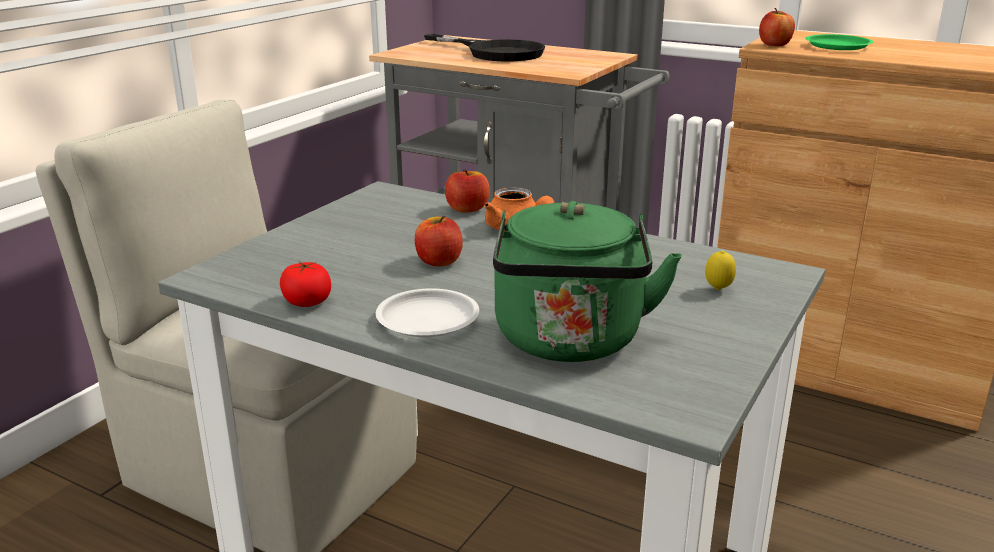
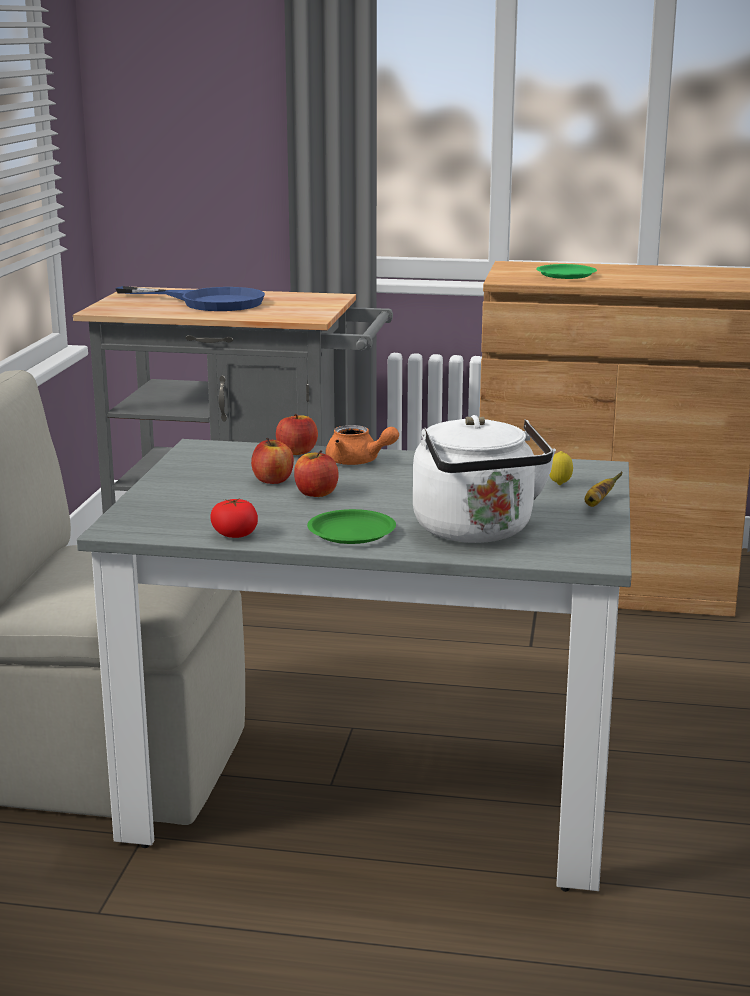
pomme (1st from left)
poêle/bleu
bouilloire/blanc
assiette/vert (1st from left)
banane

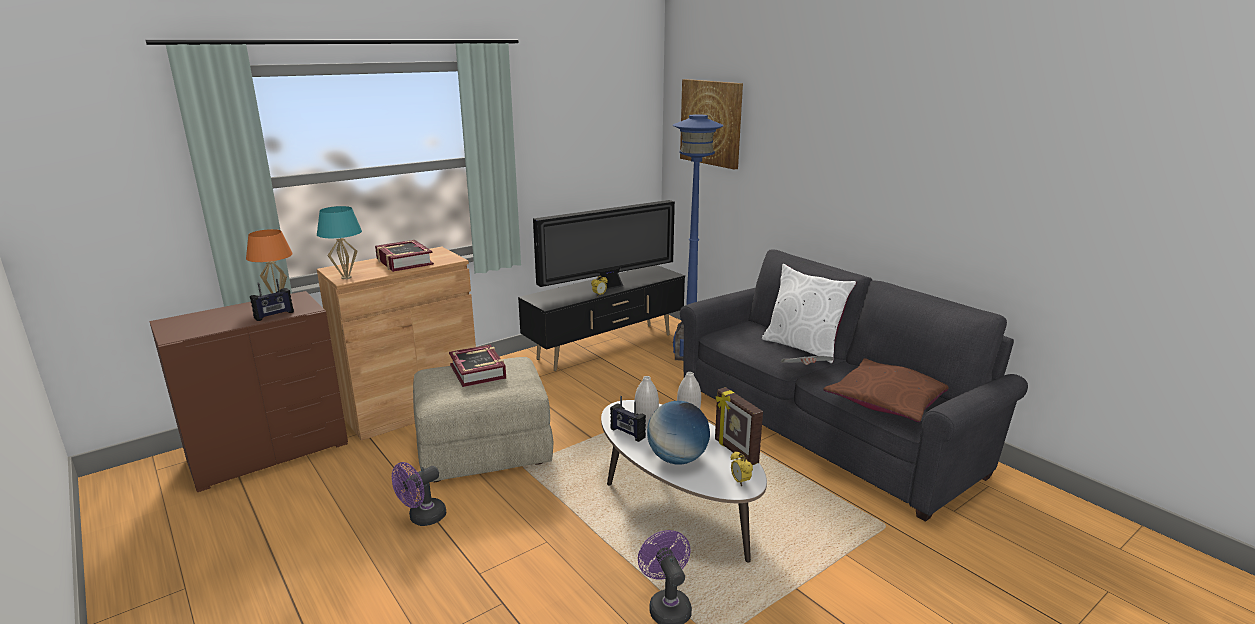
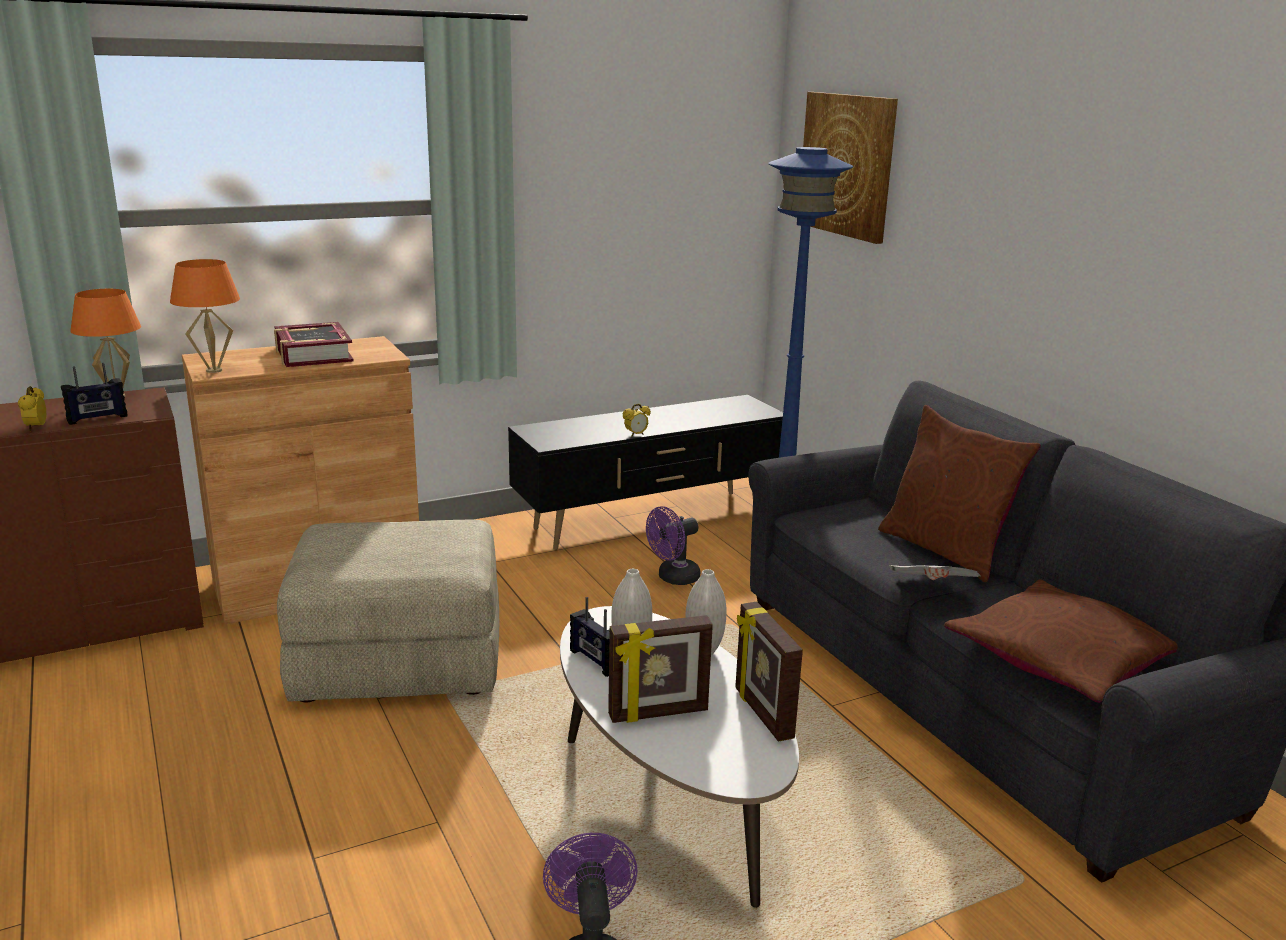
téléviseur
lampe de table/orange (2nd from left)
coussin/marron (1st from left)
livre (2nd from left in the first image)
cadre photo (1st from left)
réveil (1st from left)
ventilateur/violet (2nd from left)

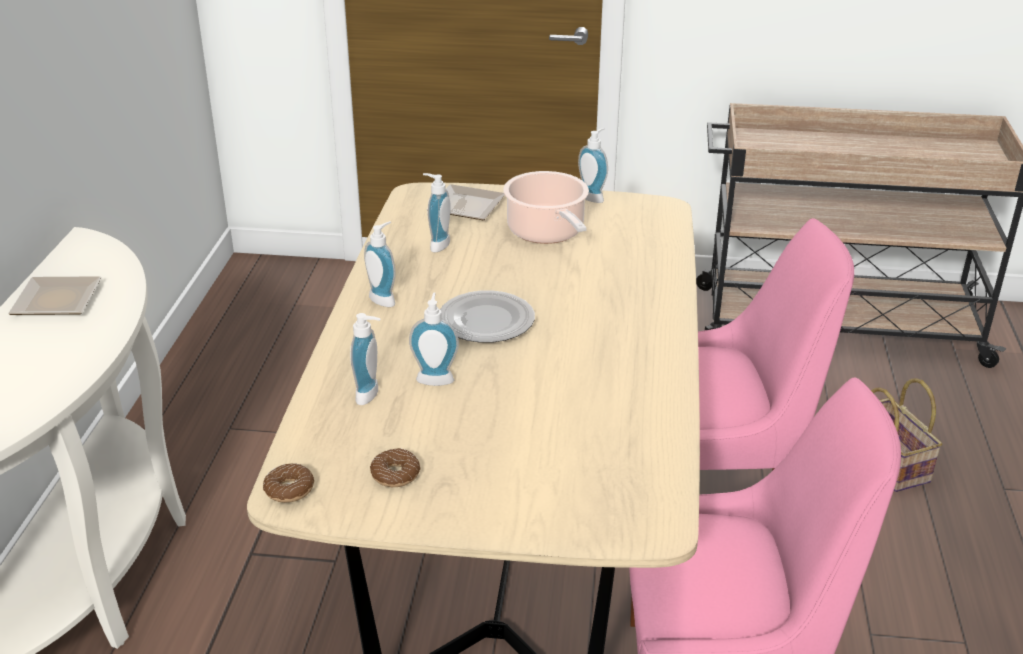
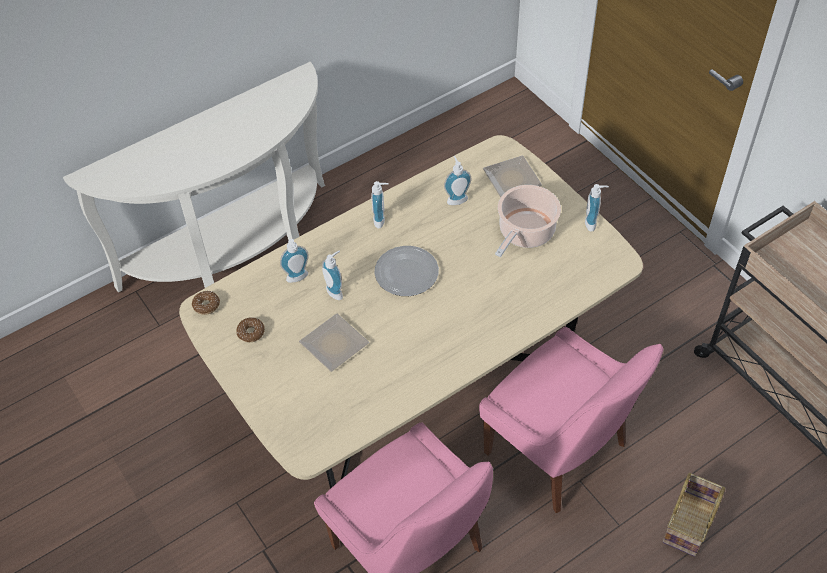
assiette (1st from left)

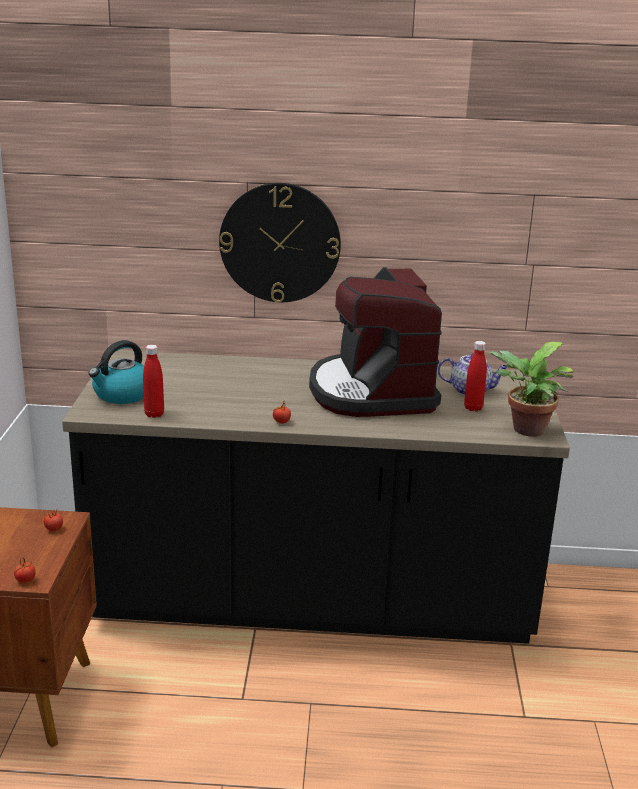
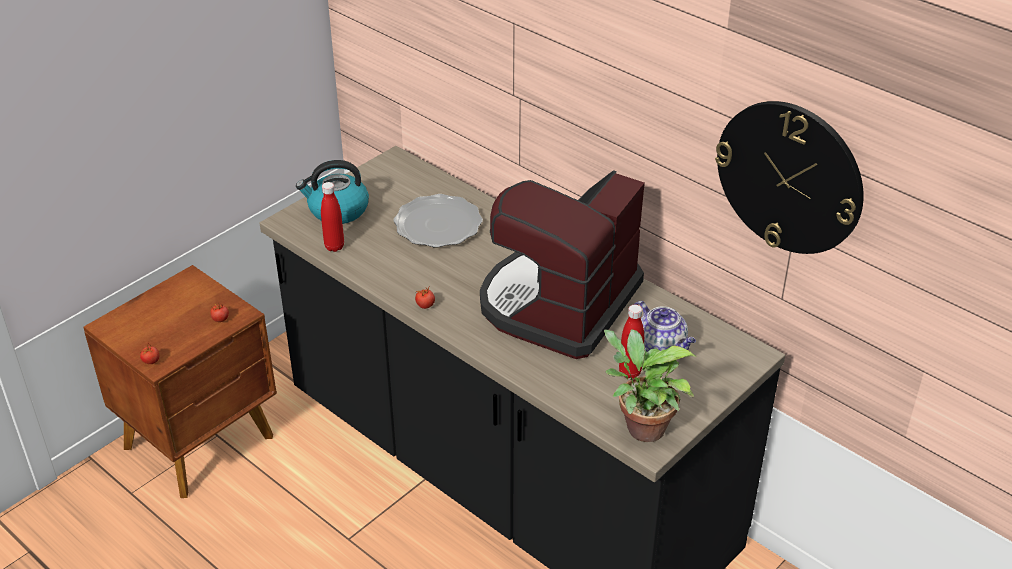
horloge murale
assiette

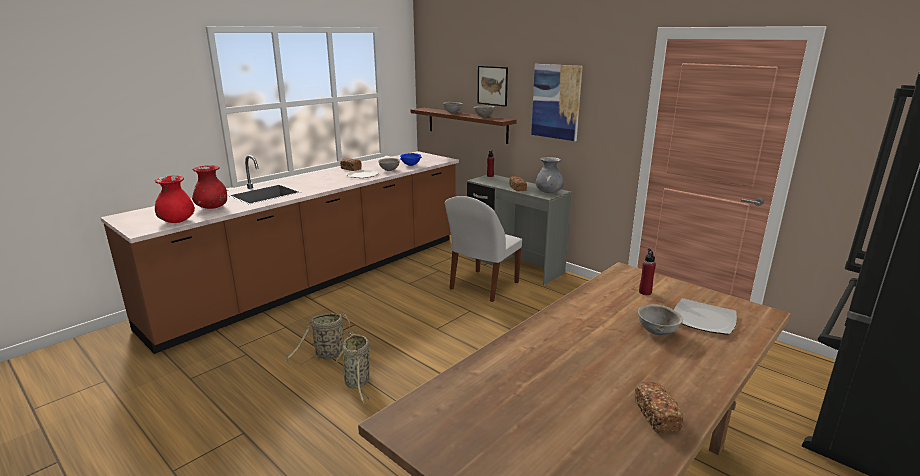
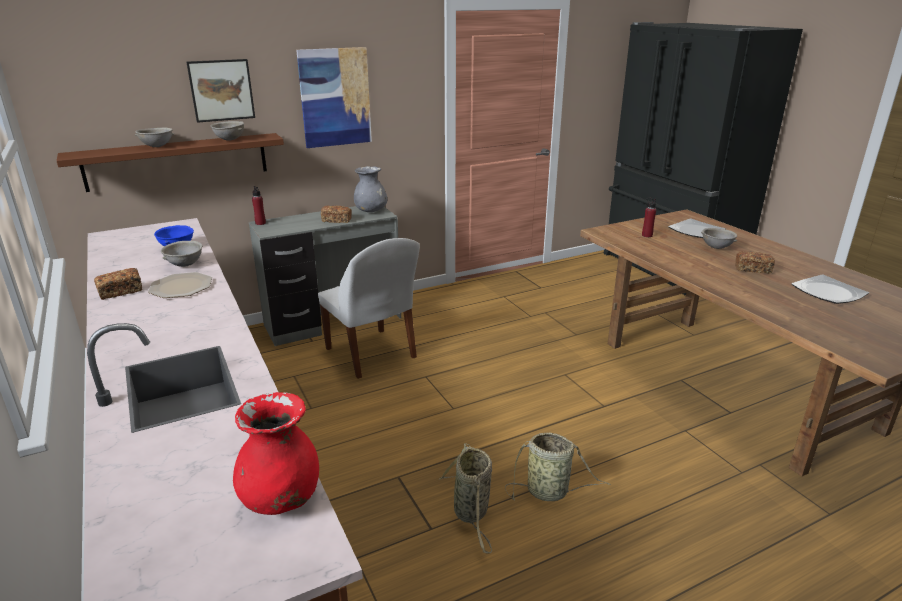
vase/rouge (2nd from left in the first image)
pain (3rd from left)
assiette (3rd from left)

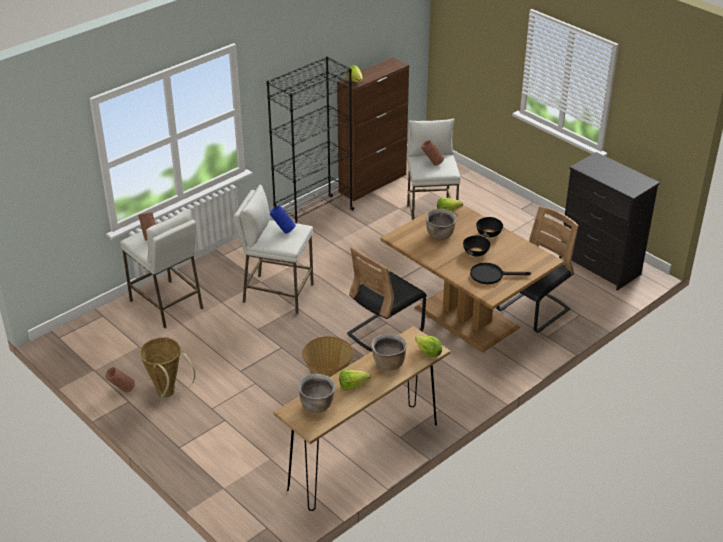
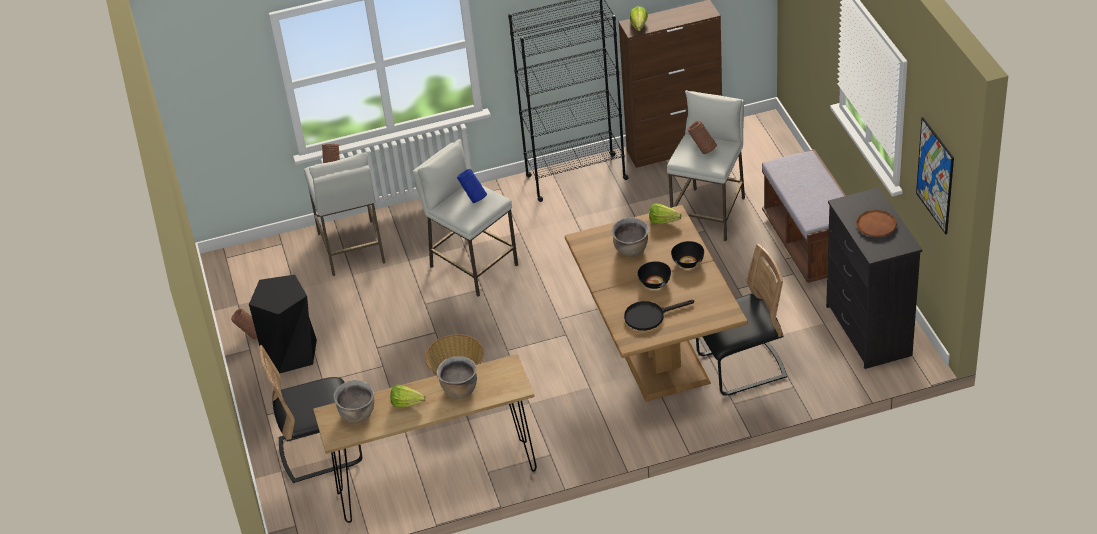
chaise/noir (1st from left)
poêle/noir
laitue (3rd from left in the first image)
tabouret/noir
tableau
banc/marron
assiette/marron

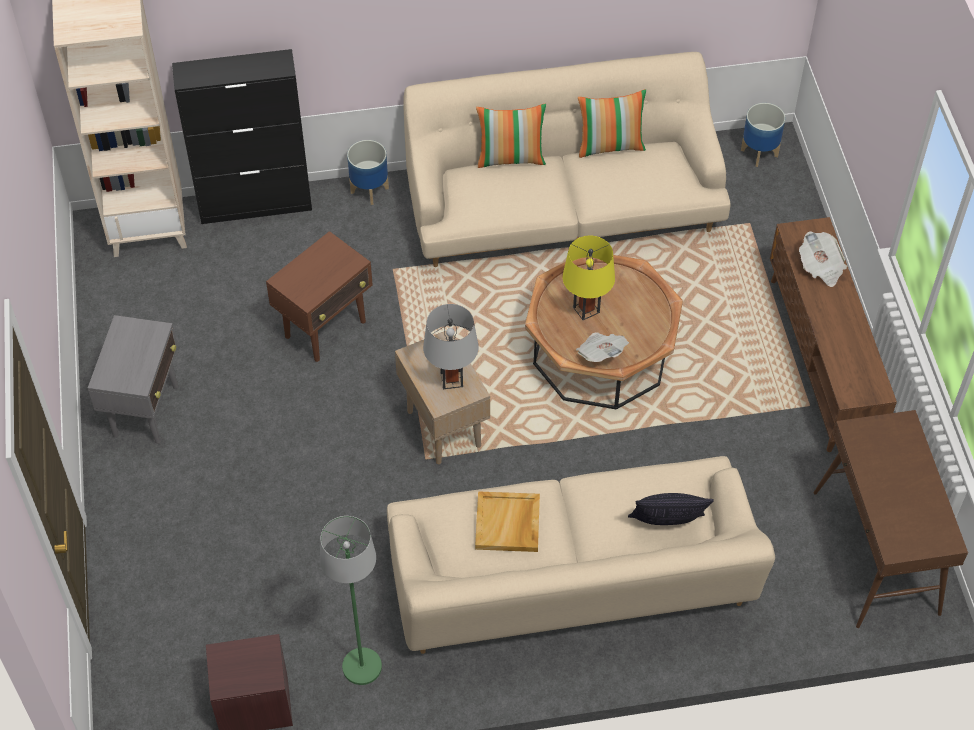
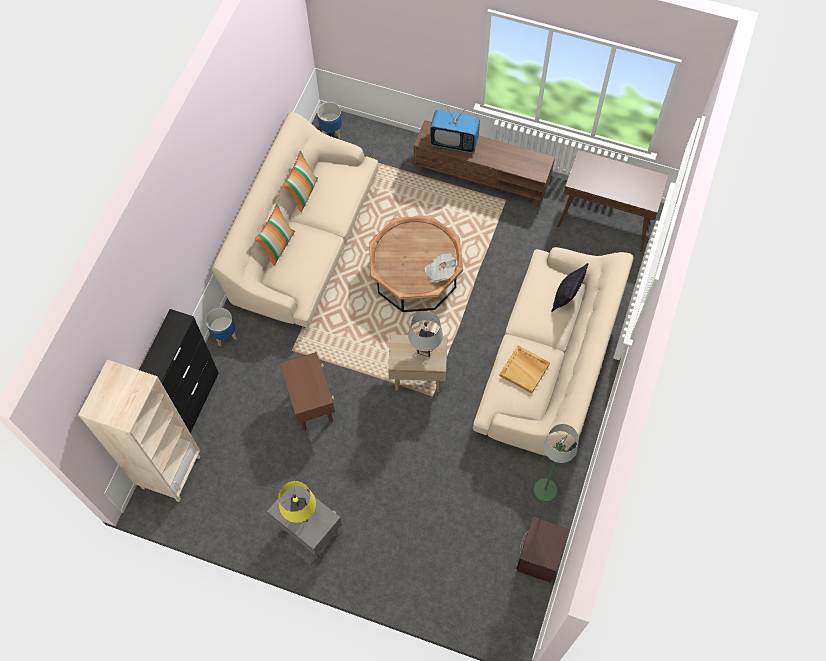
téléviseur
lampe de table/jaune

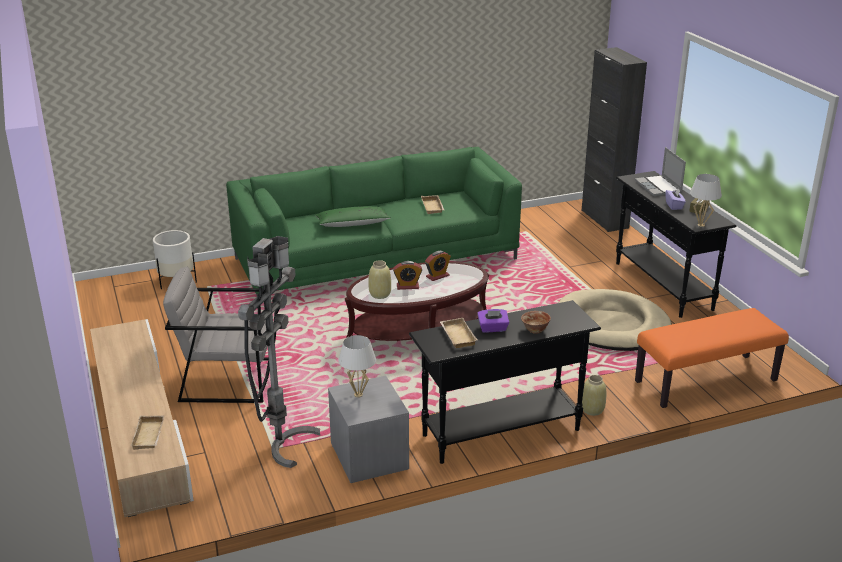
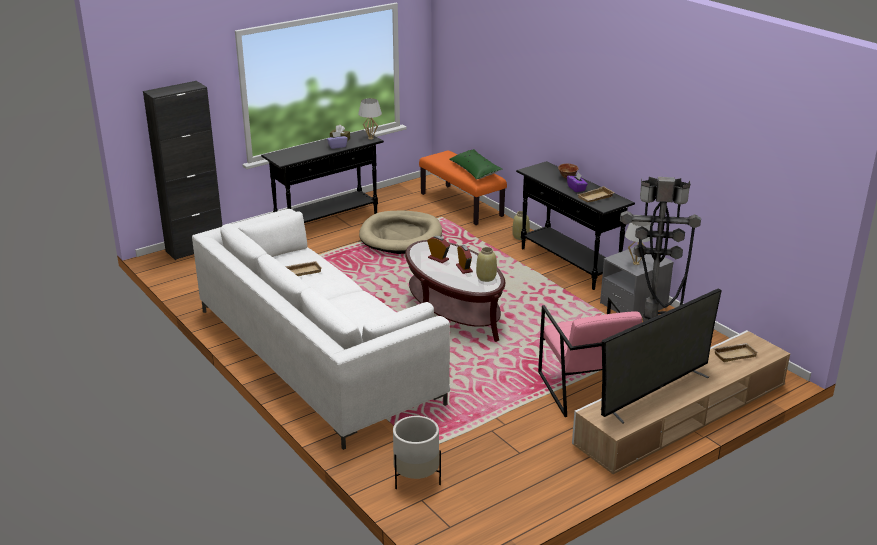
canapé/blanc
ordinateur portable
coussin/vert
fauteuil/rose
téléviseur

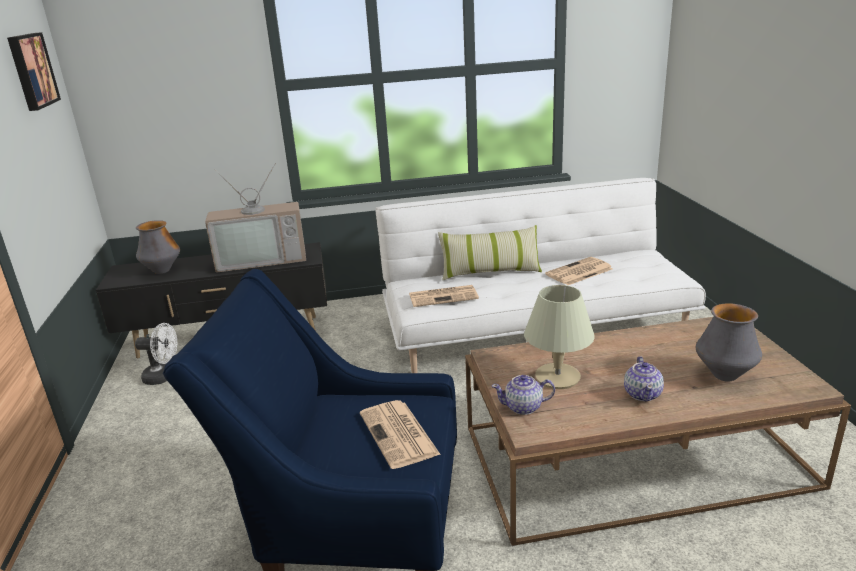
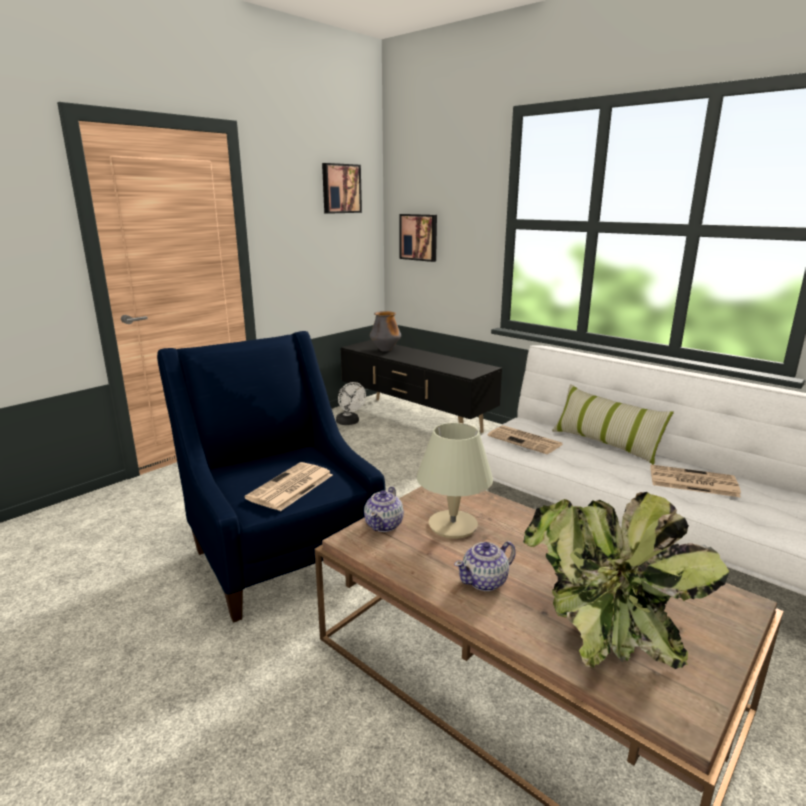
téléviseur
plante en pot
théière (1st from left)
tableau (2nd from left)

